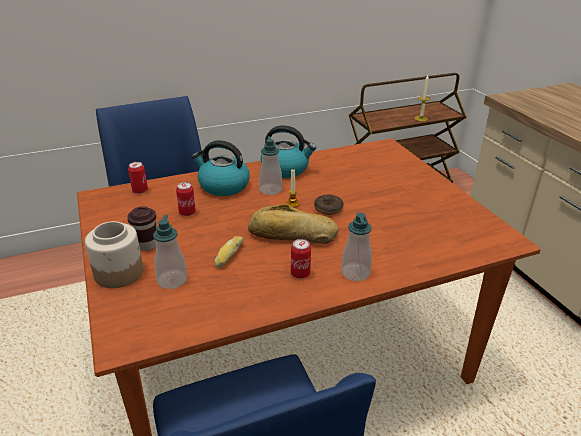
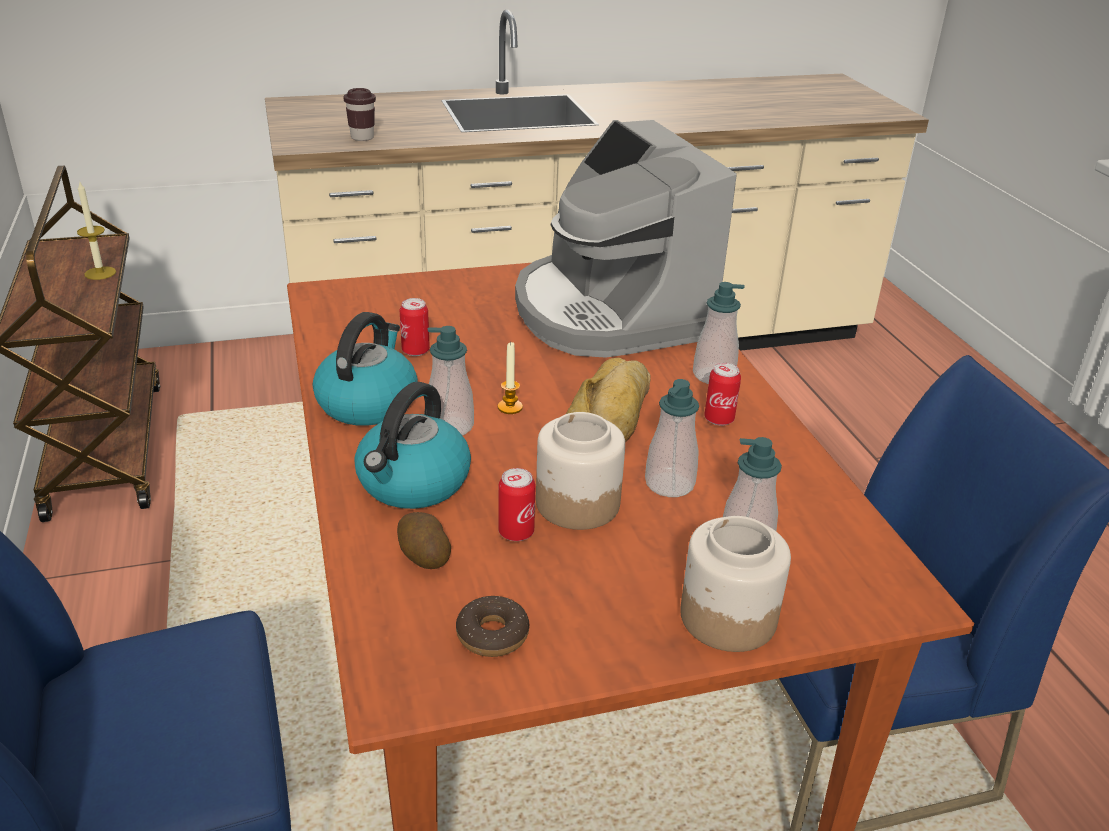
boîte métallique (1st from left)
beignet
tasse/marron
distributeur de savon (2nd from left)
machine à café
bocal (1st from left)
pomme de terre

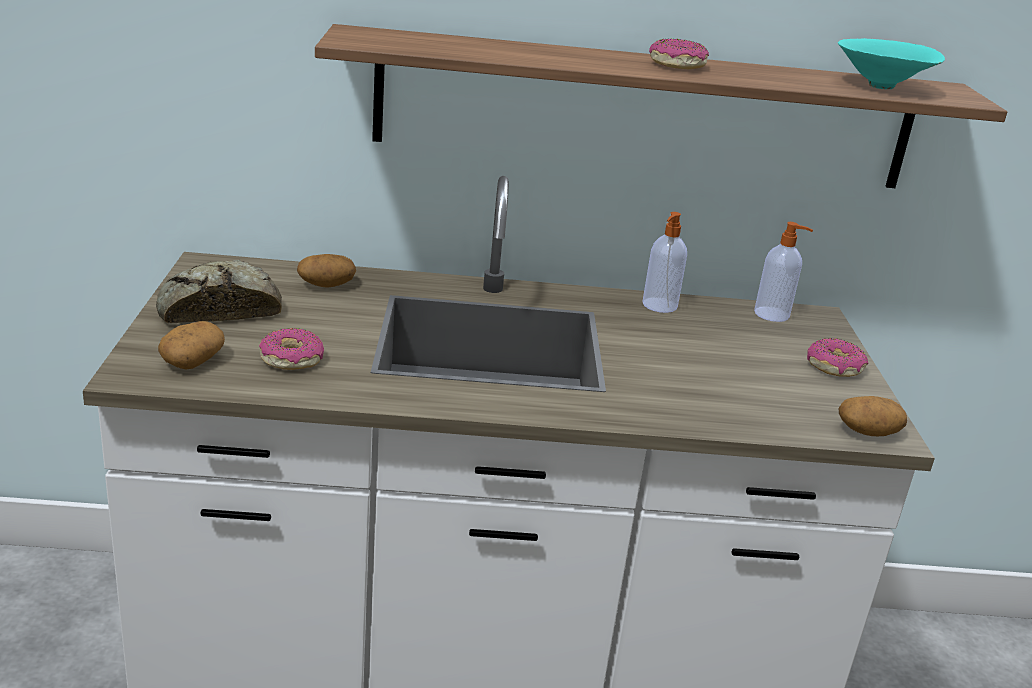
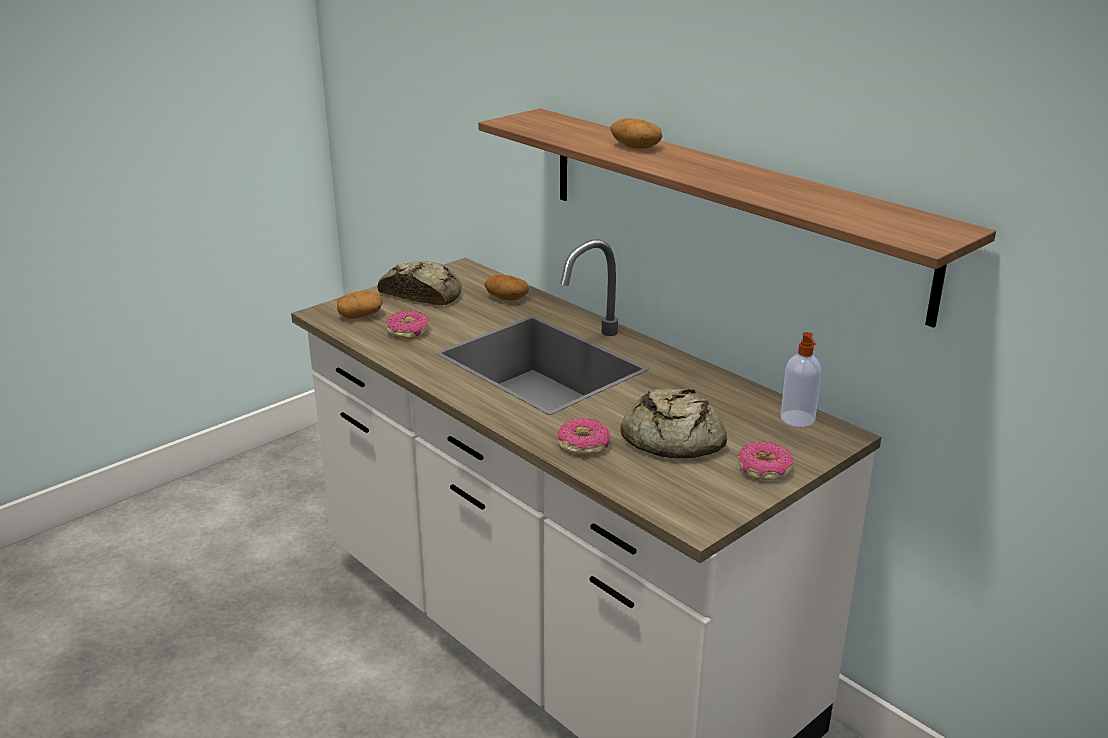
beignet (2nd from left)
bol/turquoise
distributeur de savon (1st from left in the first image)
pomme de terre (3rd from left)
pain (2nd from left)

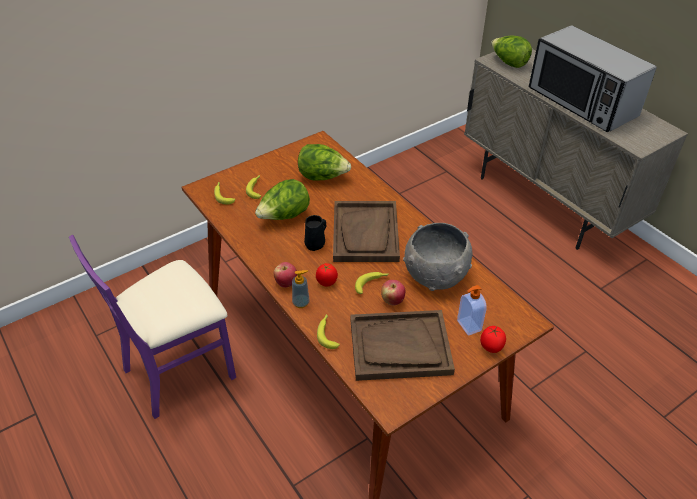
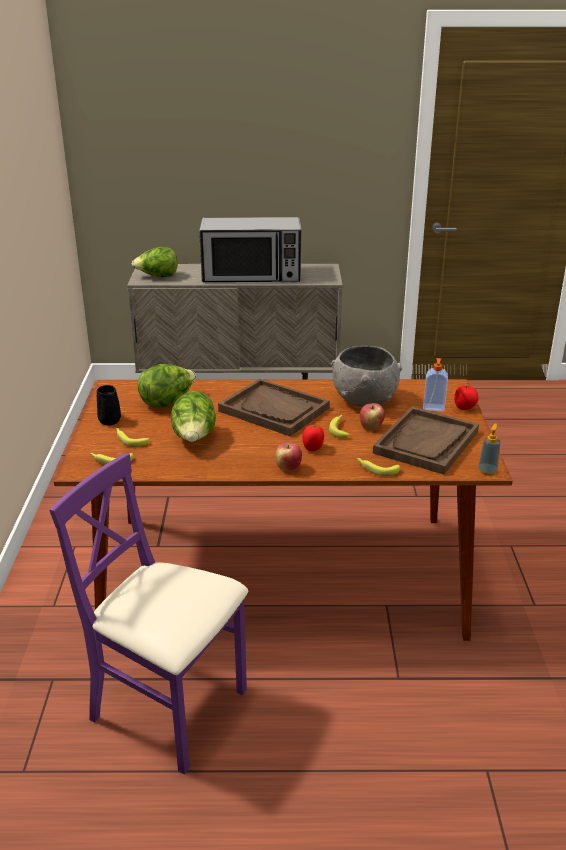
mug/noir
chaise/violet
distributeur de savon (2nd from left)

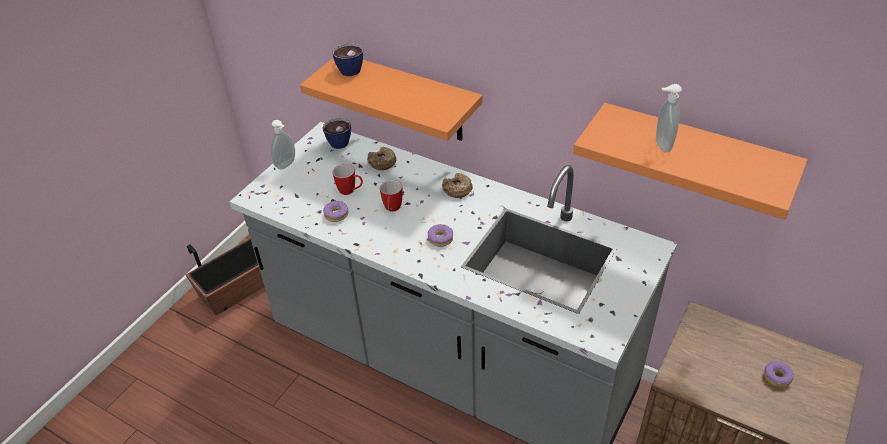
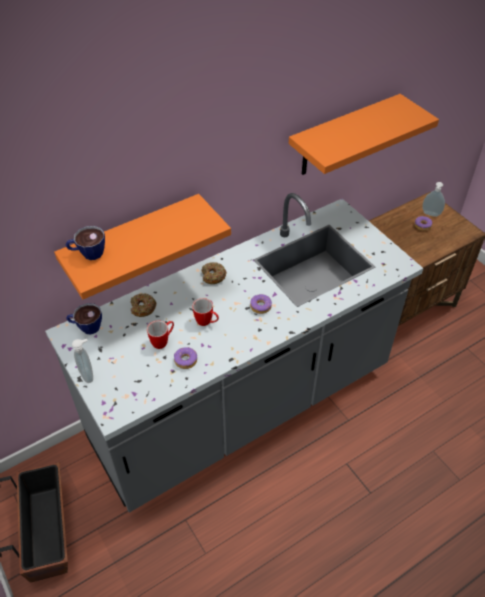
distributeur de savon (2nd from left)

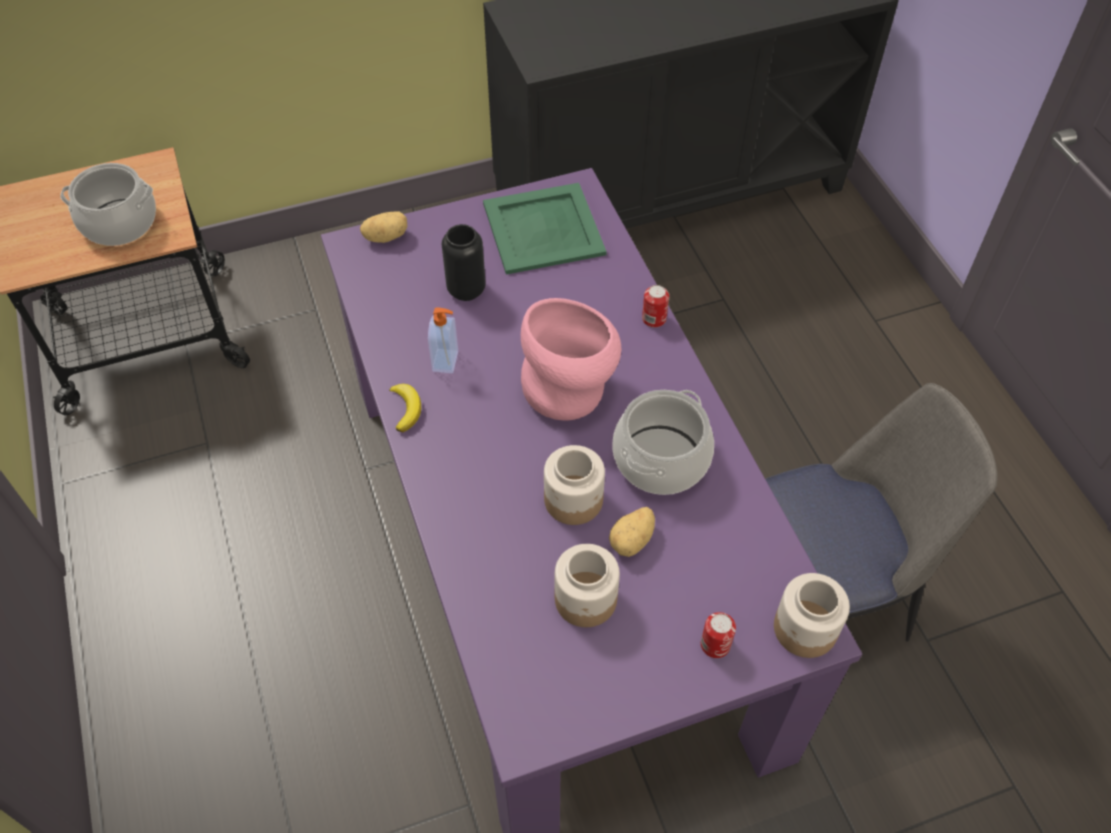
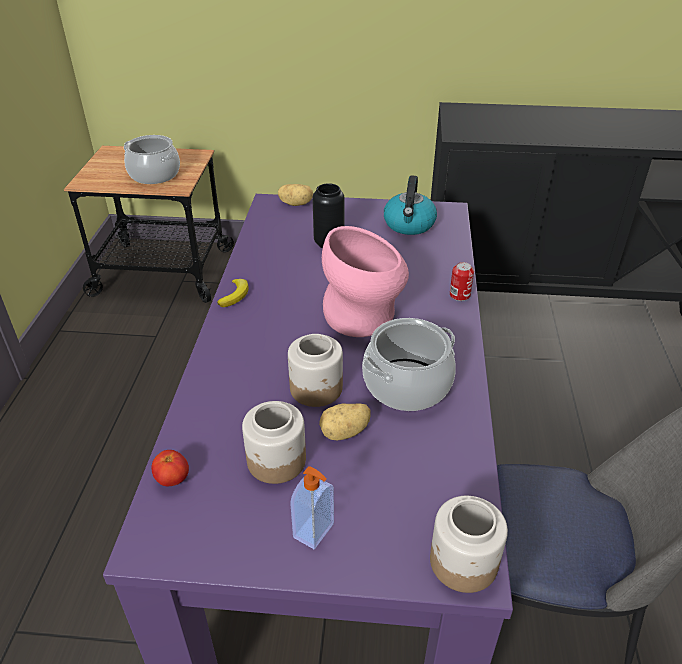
bouilloire
distributeur de savon
boîte métallique (2nd from left in the first image)
tomate

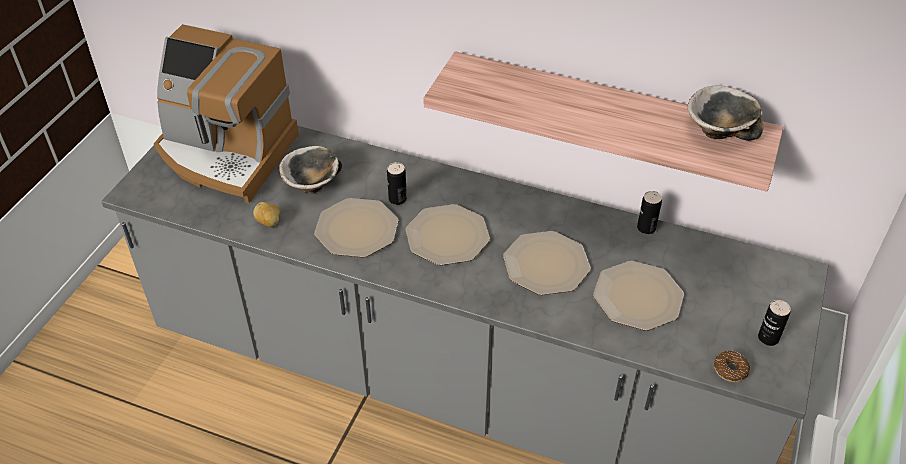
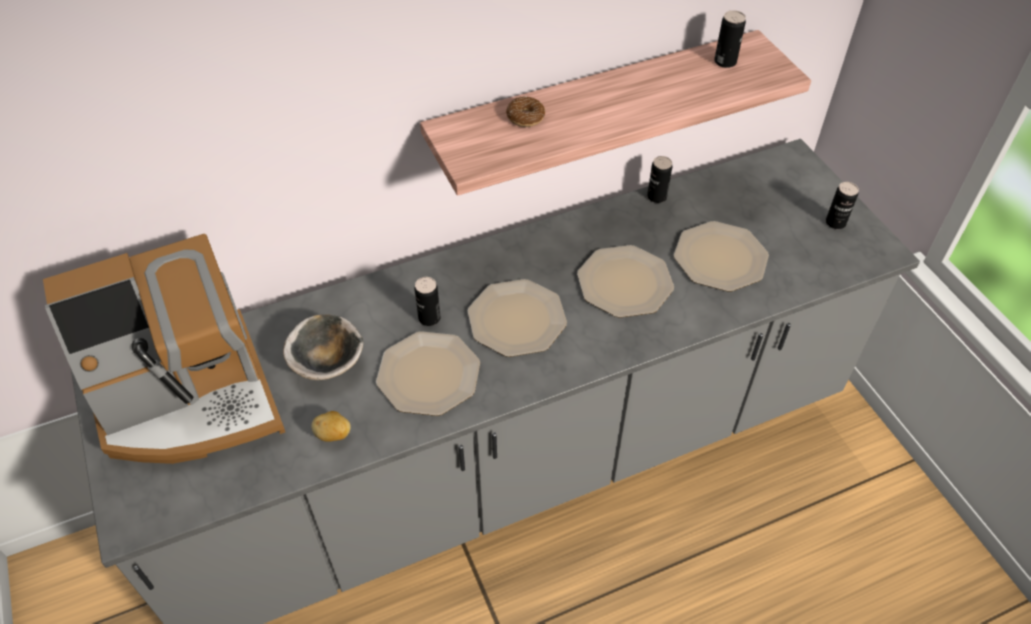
boîte métallique (3rd from left)
beignet

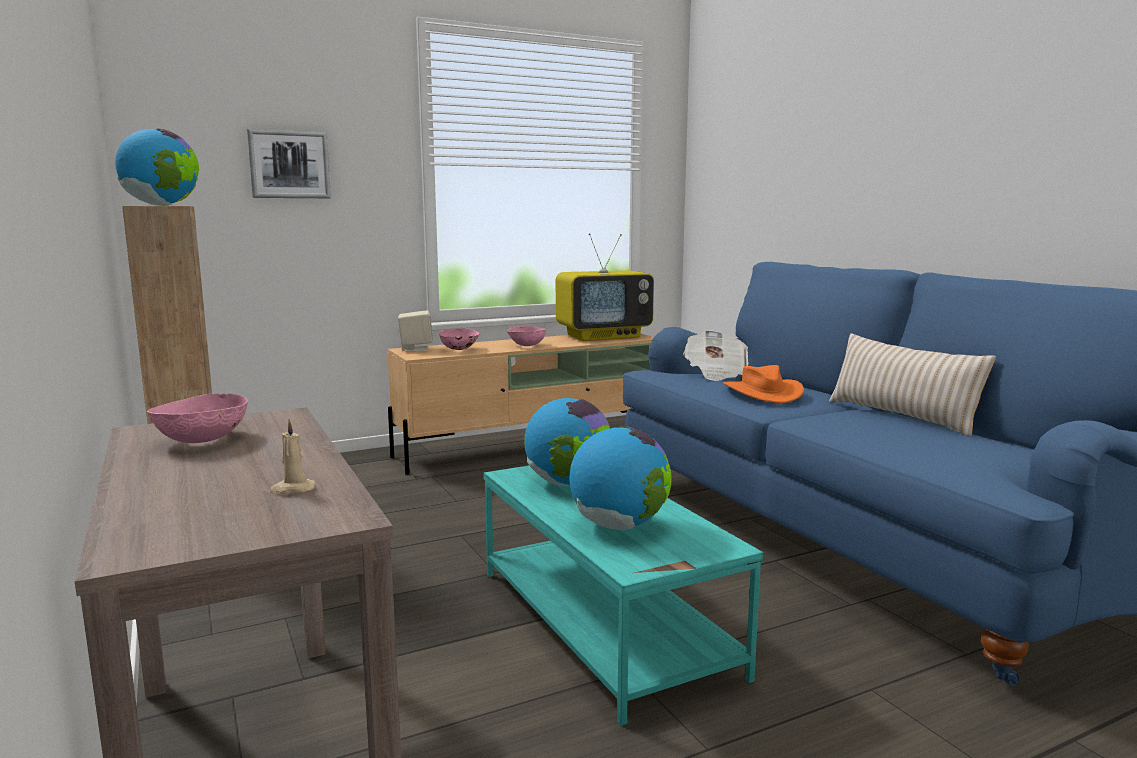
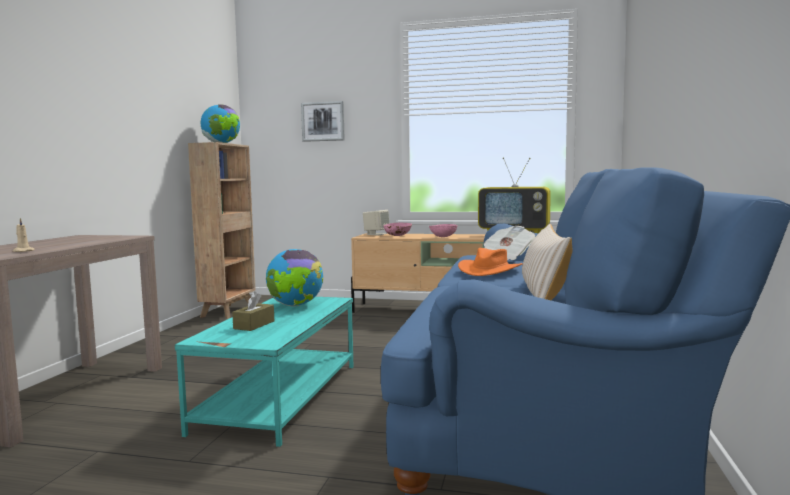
bol/rose (1st from left in the first image)
boîte à mouchoirs/marron

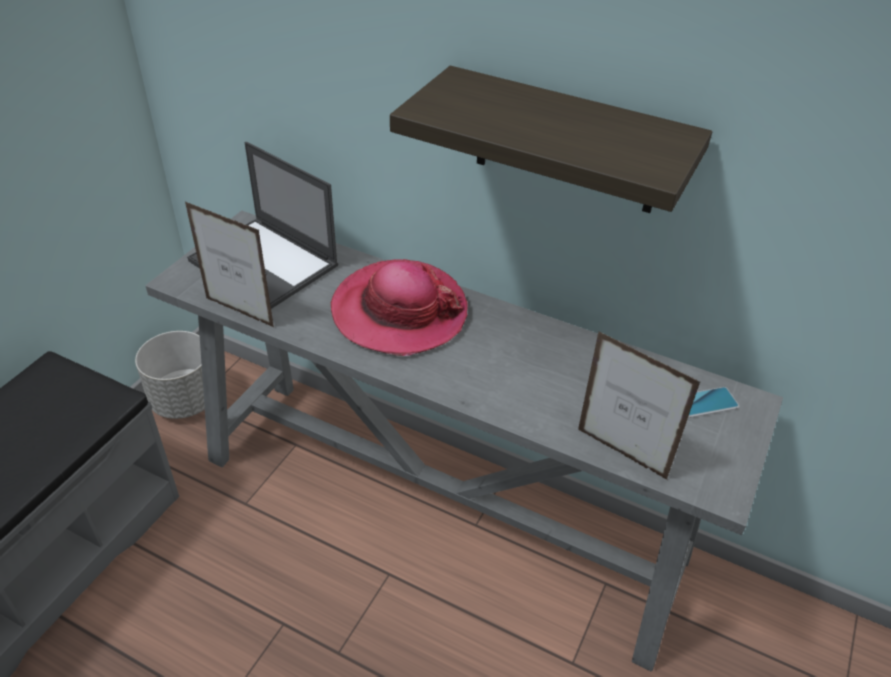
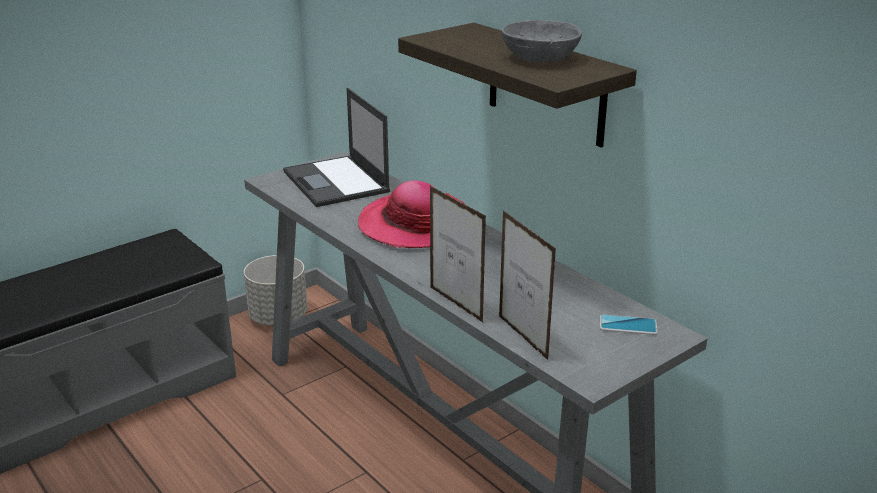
cadre photo (1st from left)
bol/gris

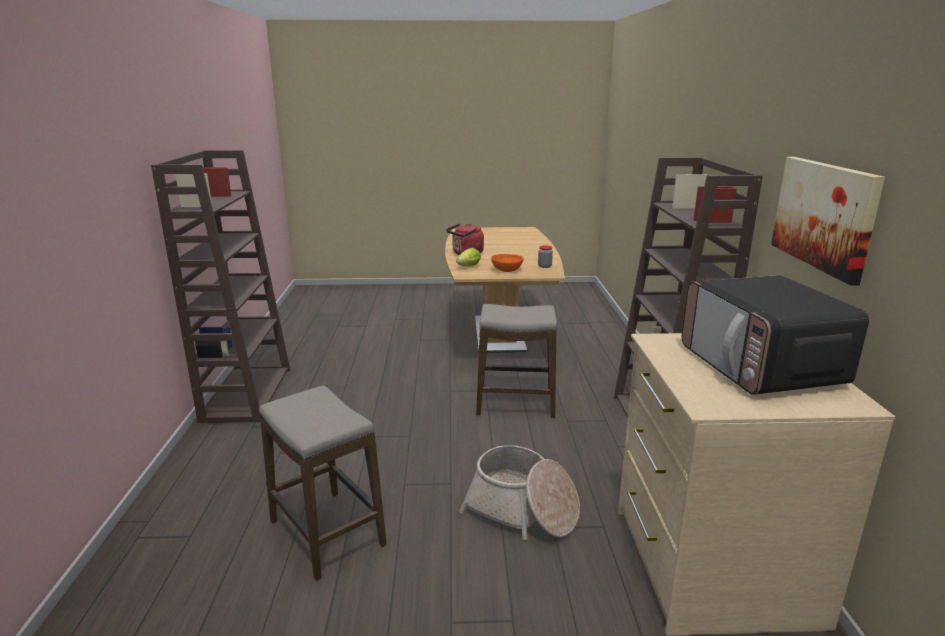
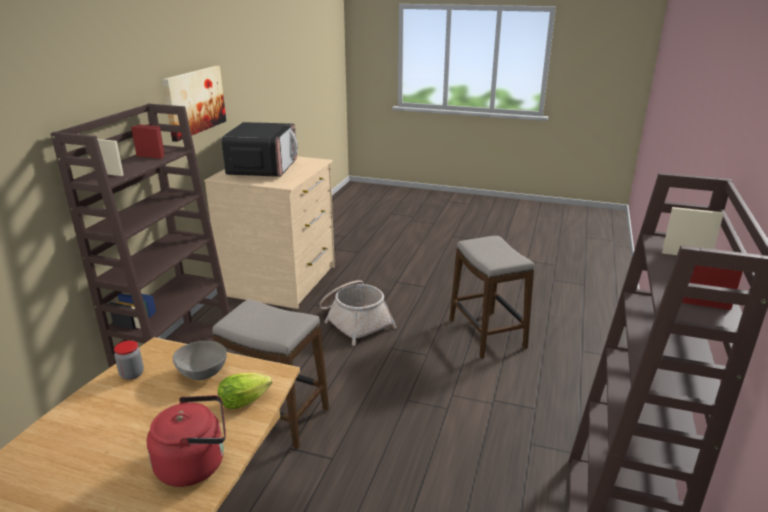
bol/gris

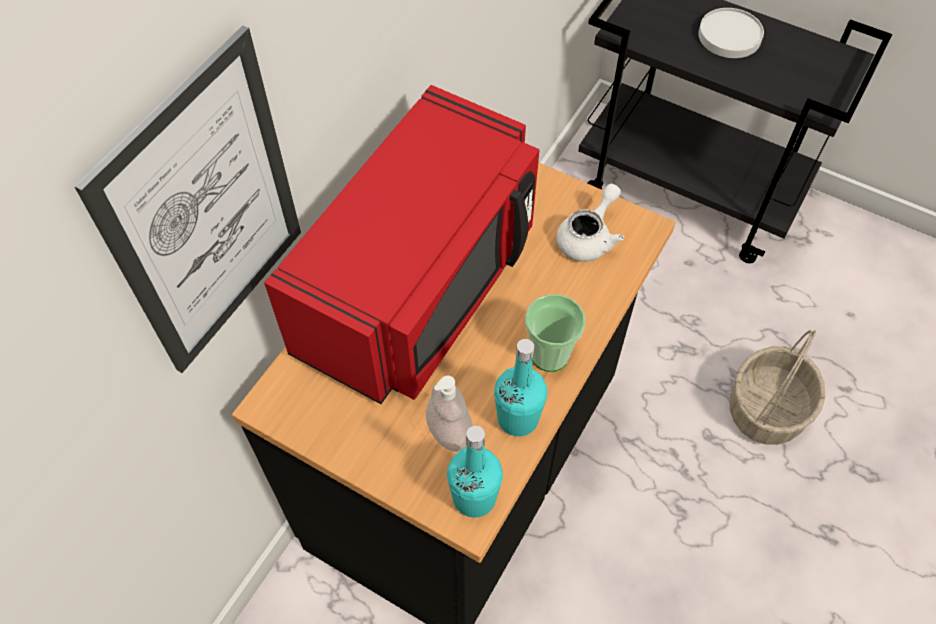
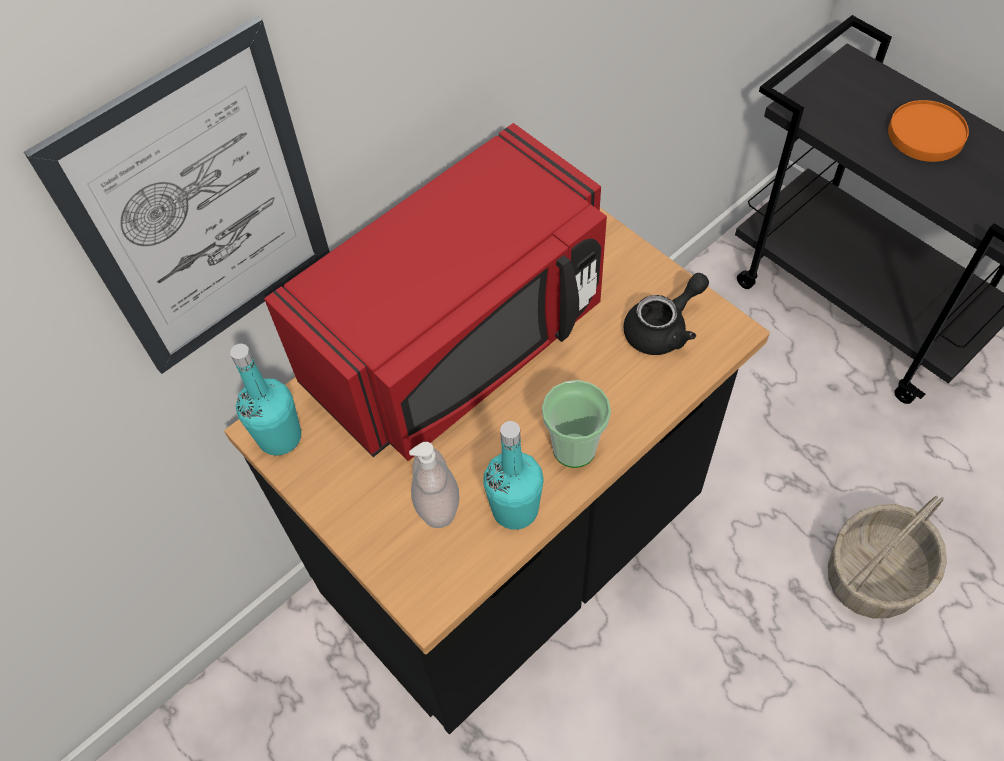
assiette/orange
théière/noir
bouteille/turquoise (1st from left)

